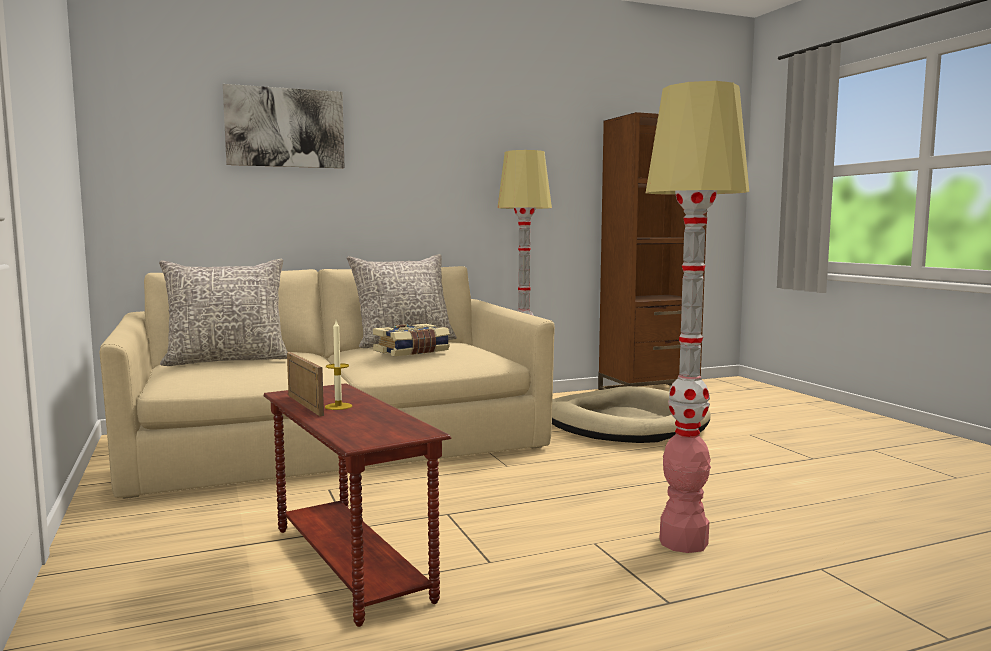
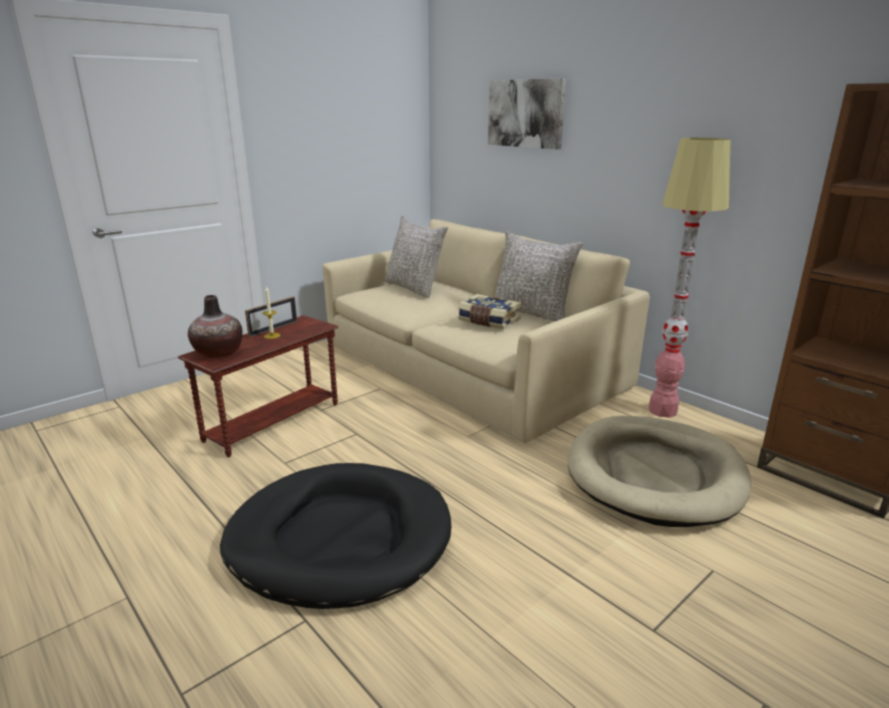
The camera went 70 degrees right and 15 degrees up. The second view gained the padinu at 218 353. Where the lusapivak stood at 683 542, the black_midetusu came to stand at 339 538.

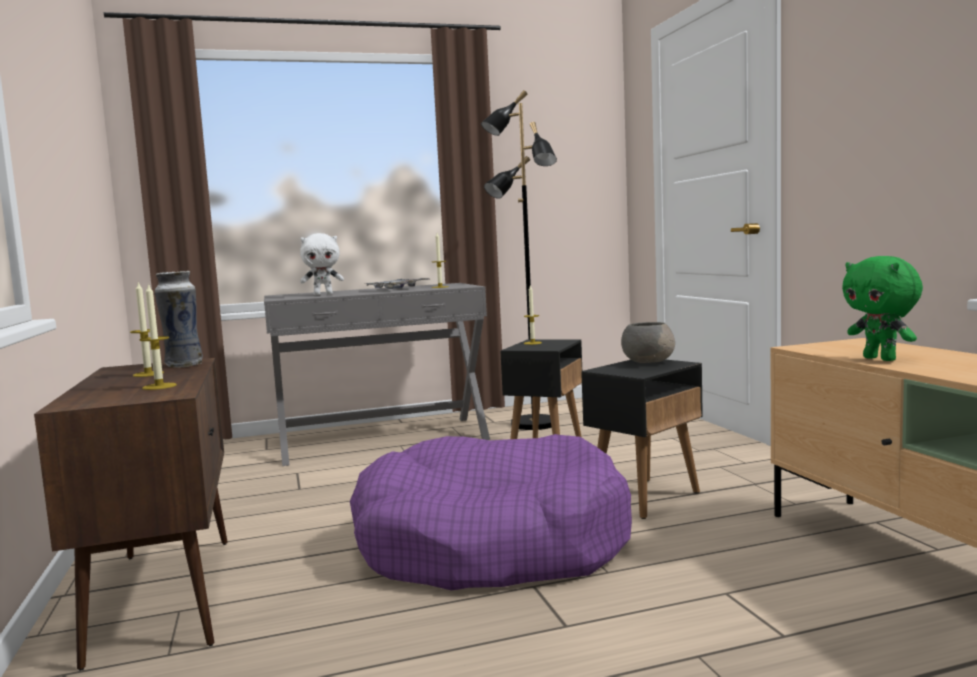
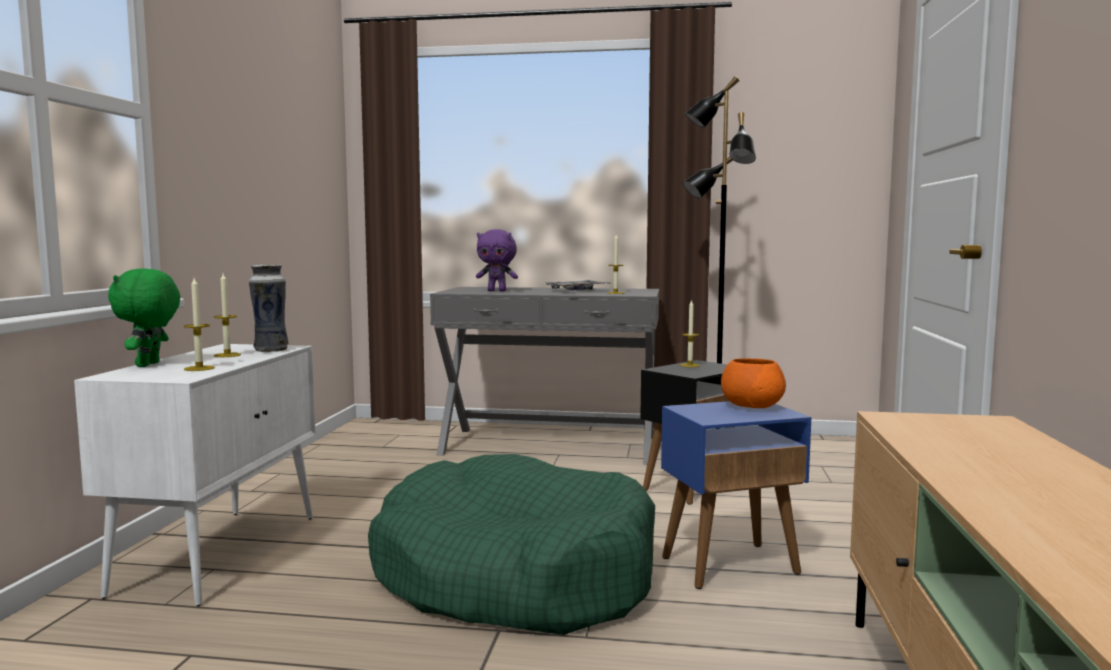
The camera went 25 degrees right and 0 degrees up. What was the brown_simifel at 165 595 turned into the white_simifel at 220 552. The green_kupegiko ended up elsewhere, having gone from 881 359 to 149 365. What was the purple_midetusu at 491 544 turned into the green_midetusu at 514 576. What was the white_kupegiko at 323 294 turned into the purple_kupegiko at 497 291. What was the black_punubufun at 645 497 turned into the blue_punubufun at 731 565. What was the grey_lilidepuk at 647 362 turned into the orange_lilidepuk at 752 406.

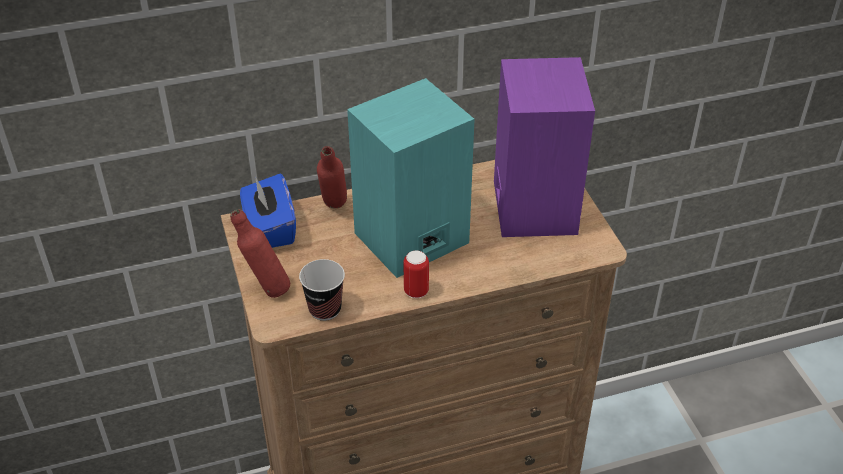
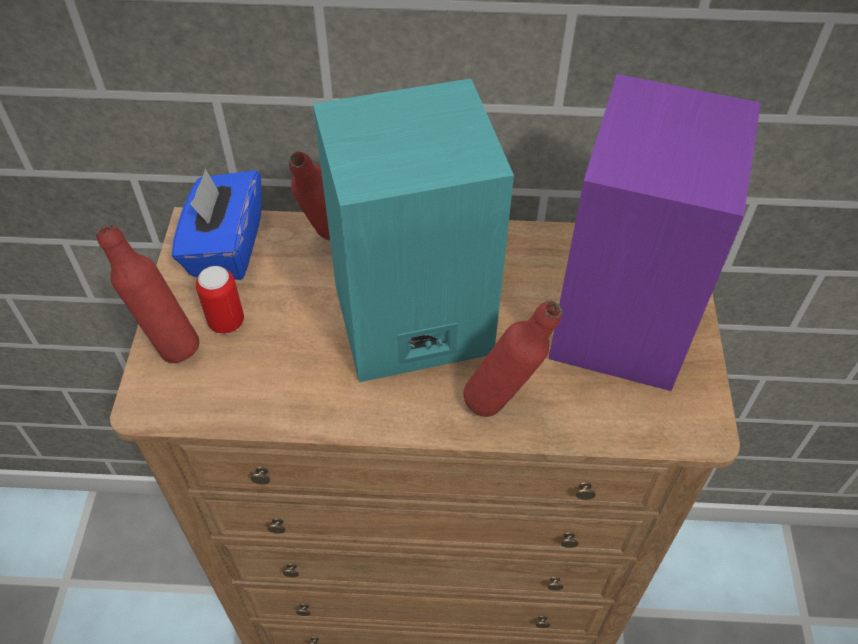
The camera went 20 degrees right and 10 degrees up. The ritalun ended up elsewhere, having gone from 416 291 to 226 322. The second view gained the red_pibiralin at 503 403. The second view lost the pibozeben at 325 309.

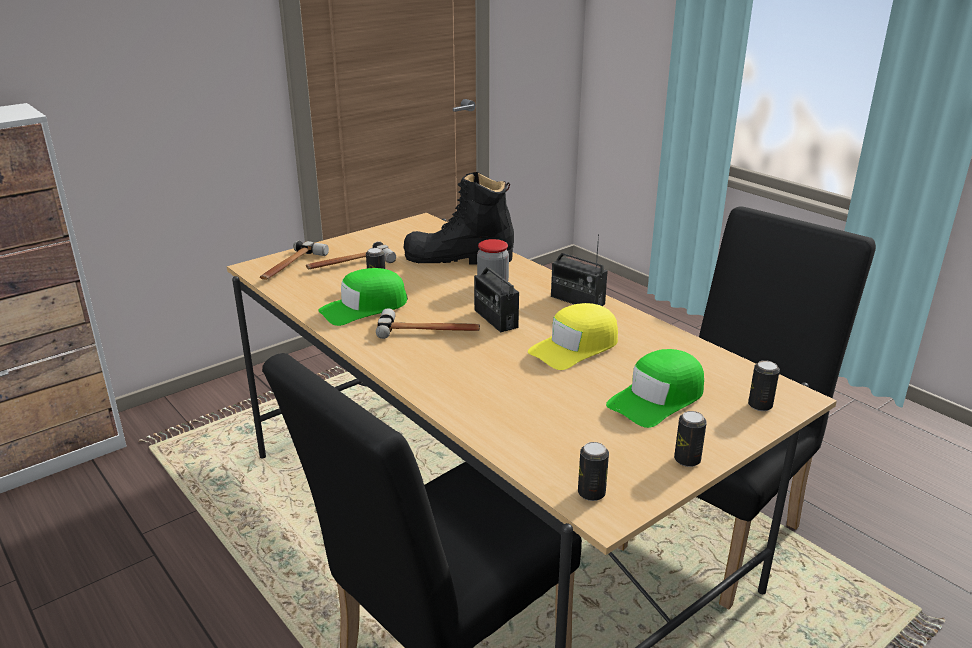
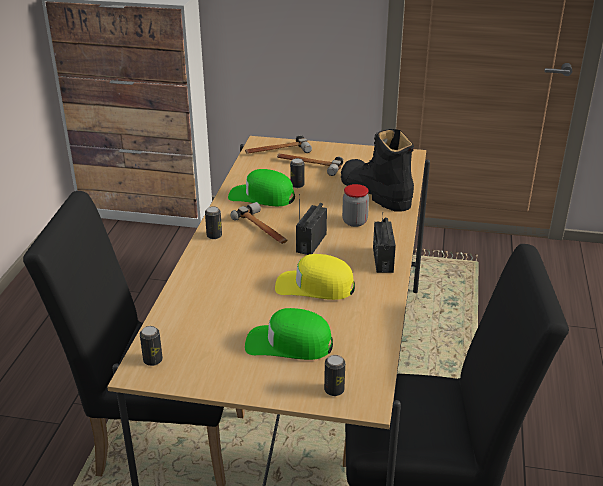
The camera went 50 degrees right and 5 degrees up. The ritalun ended up elsewhere, having gone from 687 460 to 214 236.

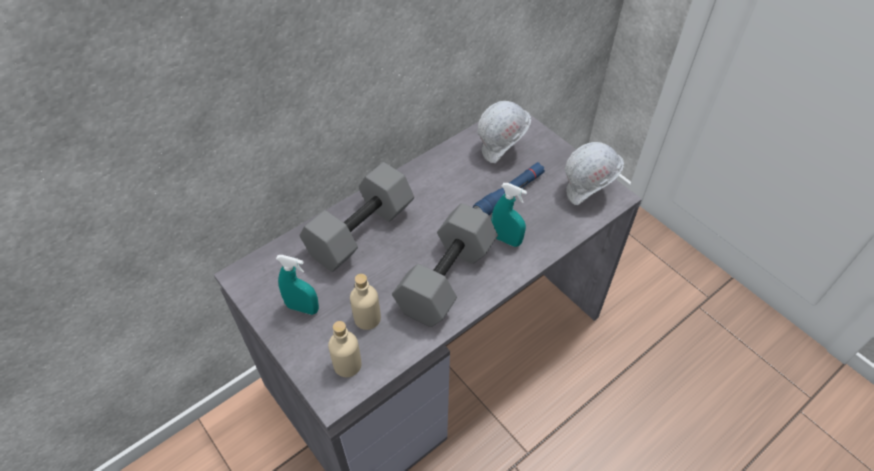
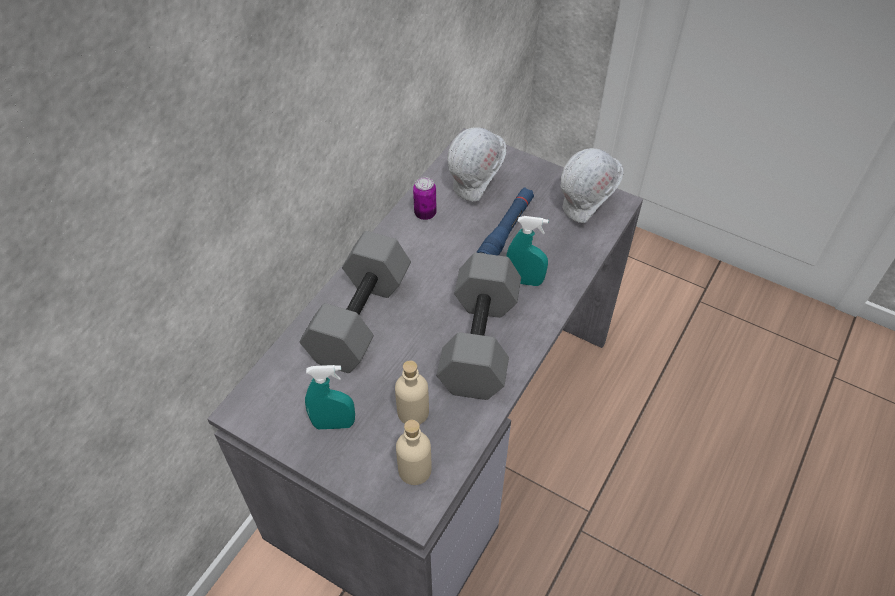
The camera went 20 degrees left and 0 degrees up. The second view gained the ritalun at 425 213.

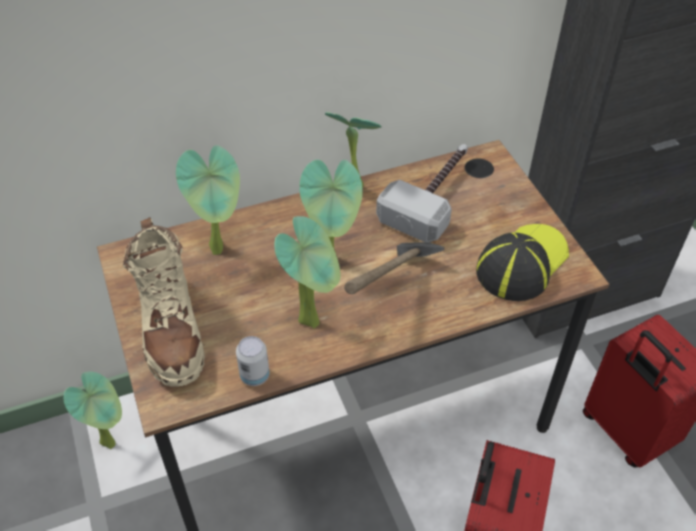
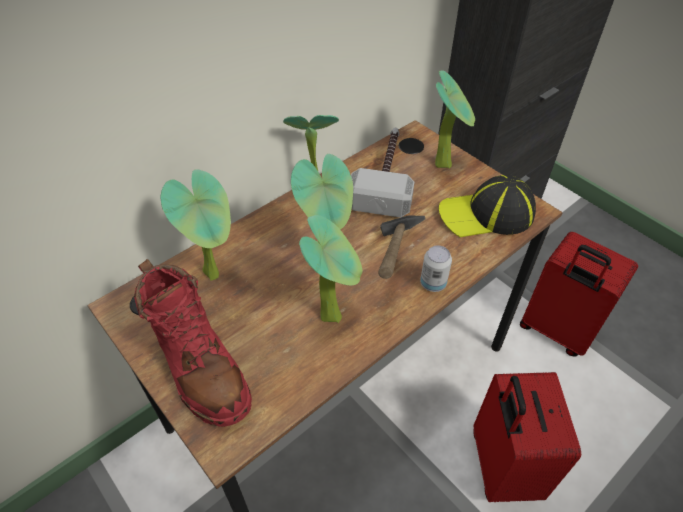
The camera went 20 degrees left and 0 degrees up. What was the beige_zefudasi at 171 329 turned into the red_zefudasi at 199 366. The ritalun ended up elsewhere, having gone from 255 376 to 433 283. The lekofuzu ended up elsewhere, having gone from 111 441 to 445 163. The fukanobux at 521 263 ended up facing another way, 120 degrees counterclockwise from before.

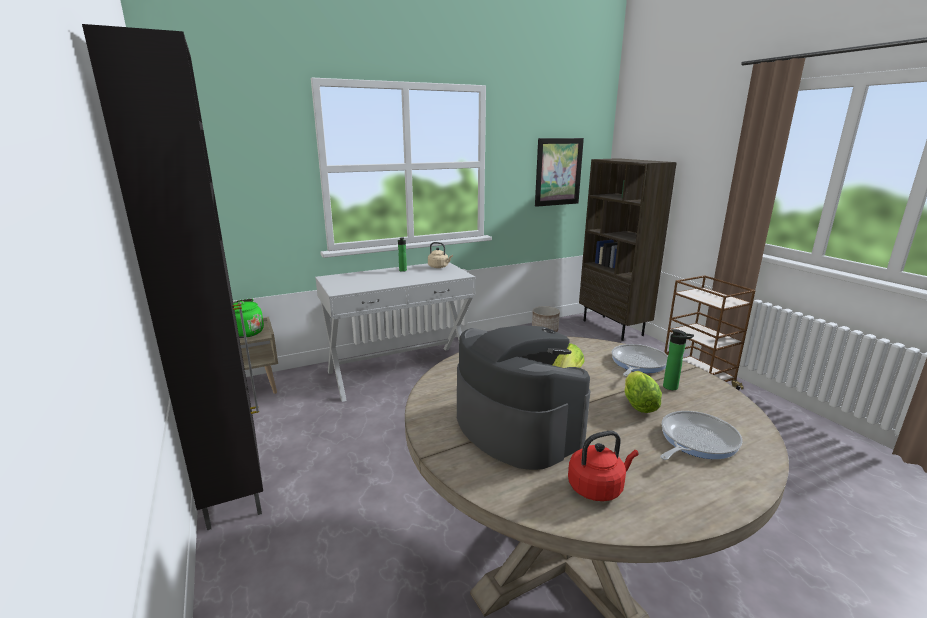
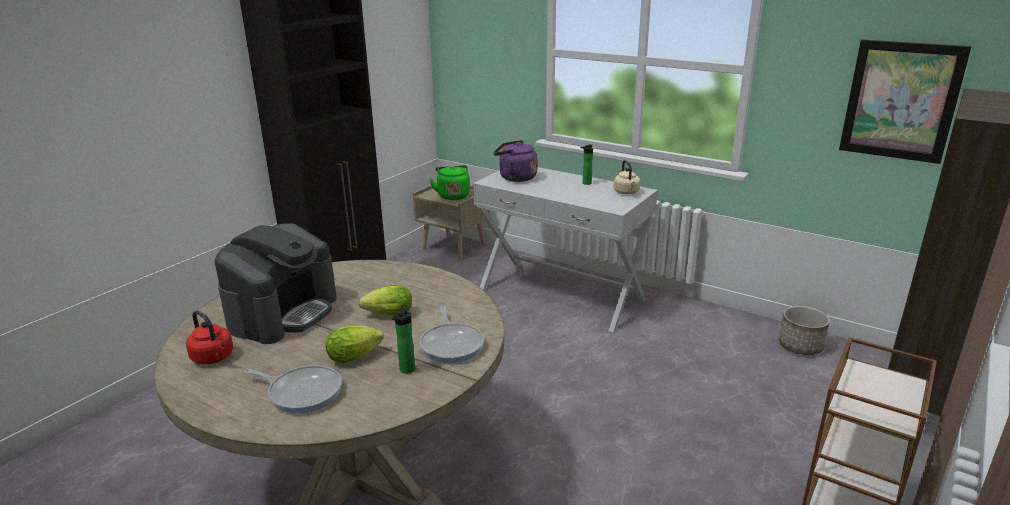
The camera went 60 degrees right and 5 degrees up. The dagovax at 637 363 ended up facing another way, 75 degrees clockwise from before. The second view gained the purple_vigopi at 515 178.

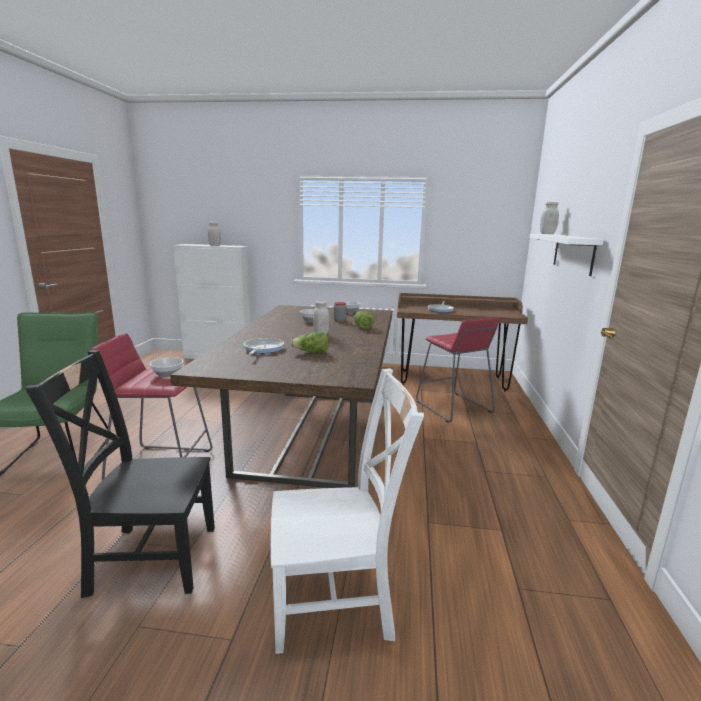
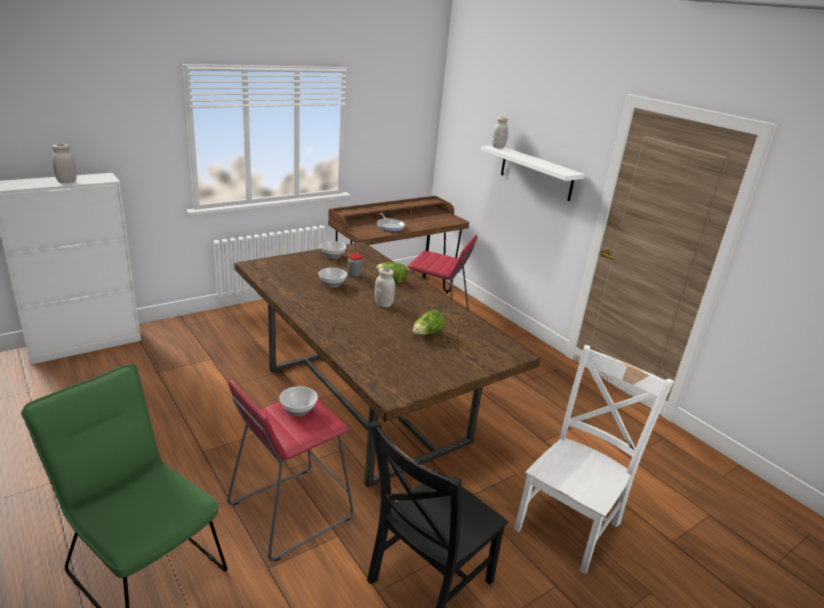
The camera went 45 degrees left and 10 degrees up. The second view lost the dagovax at 262 349.

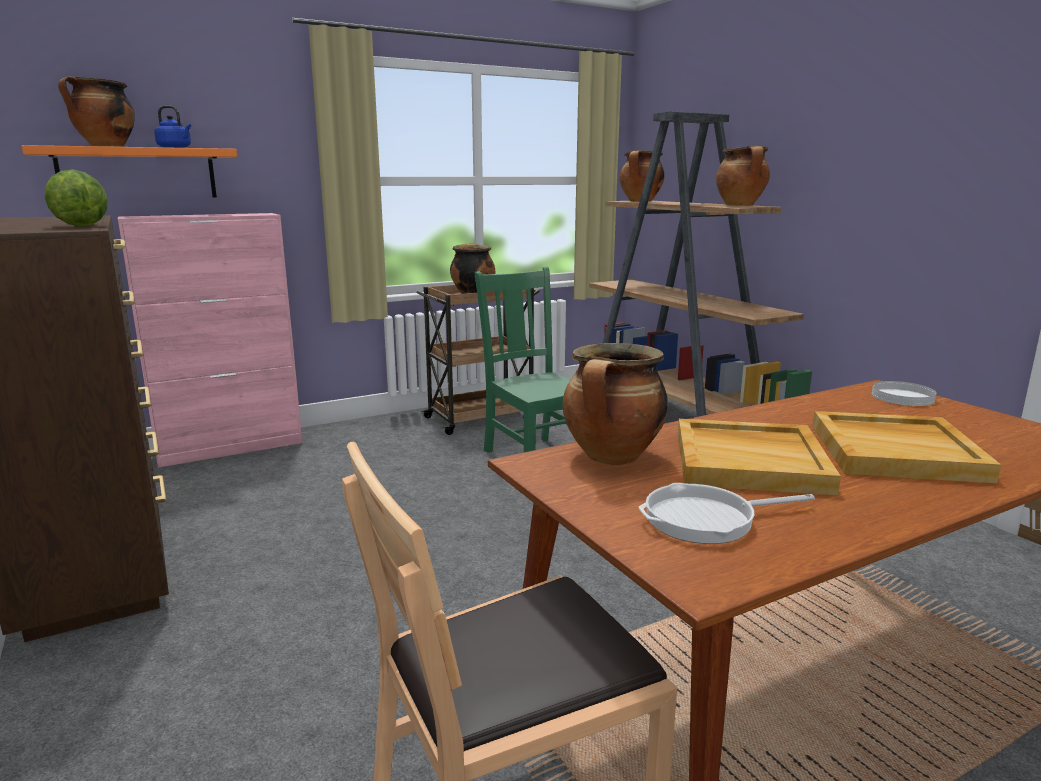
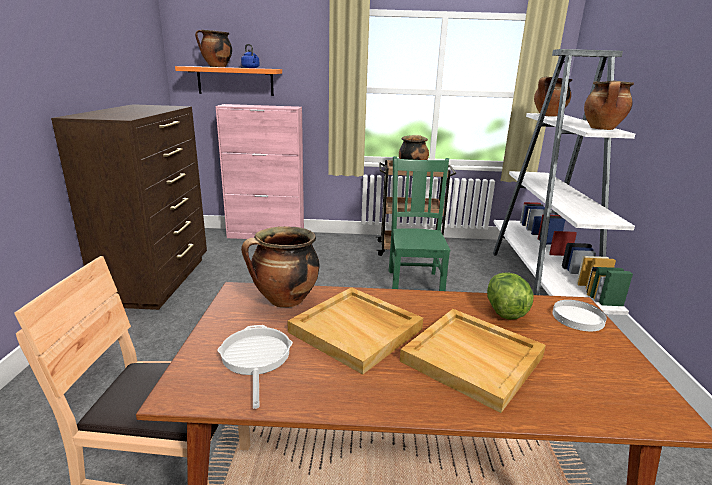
The camera went 30 degrees right and 5 degrees up. The dagovax at 707 519 ended up facing another way, 60 degrees clockwise from before. The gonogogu ended up elsewhere, having gone from 81 226 to 504 311. What was the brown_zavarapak at 674 420 turned into the white_zavarapak at 541 283.

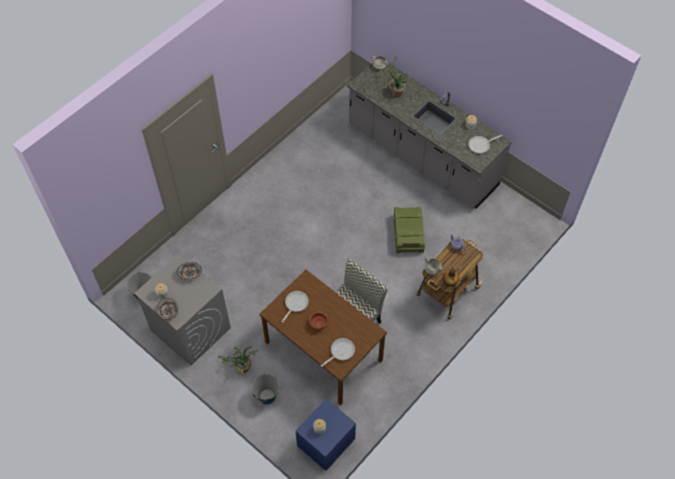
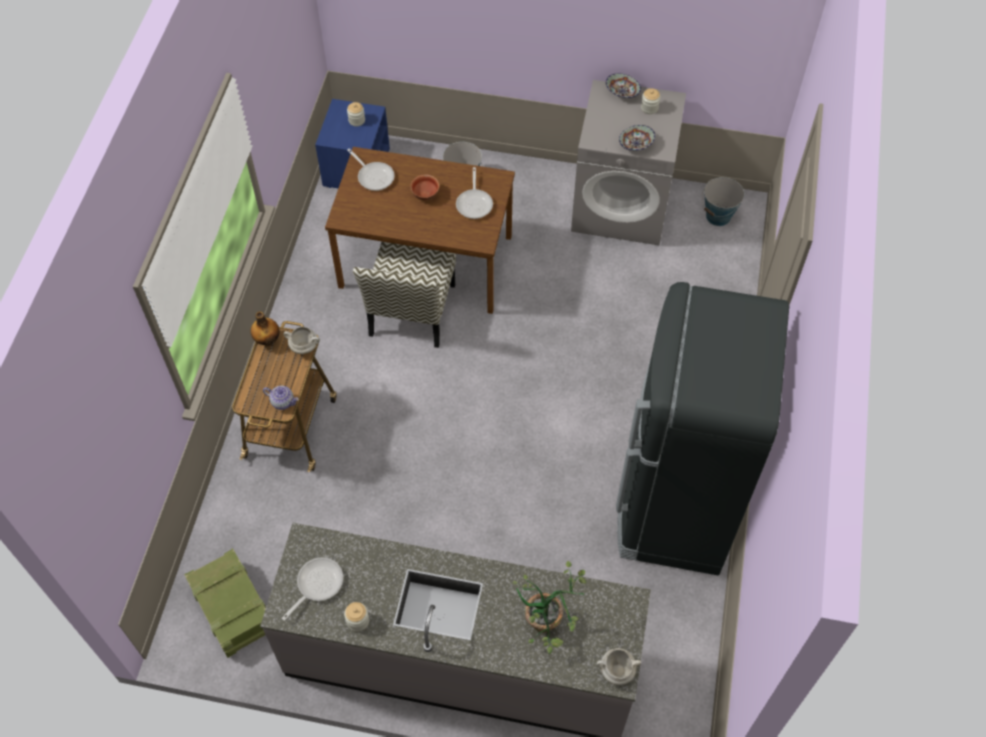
The camera went 150 degrees right and 0 degrees up. The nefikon ended up elsewhere, having gone from 408 235 to 233 608. The dagovax at 340 351 ended up facing another way, 60 degrees counterclockwise from before. The second view gained the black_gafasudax at 674 507. The second view lost the lekofuzu at 240 369.

